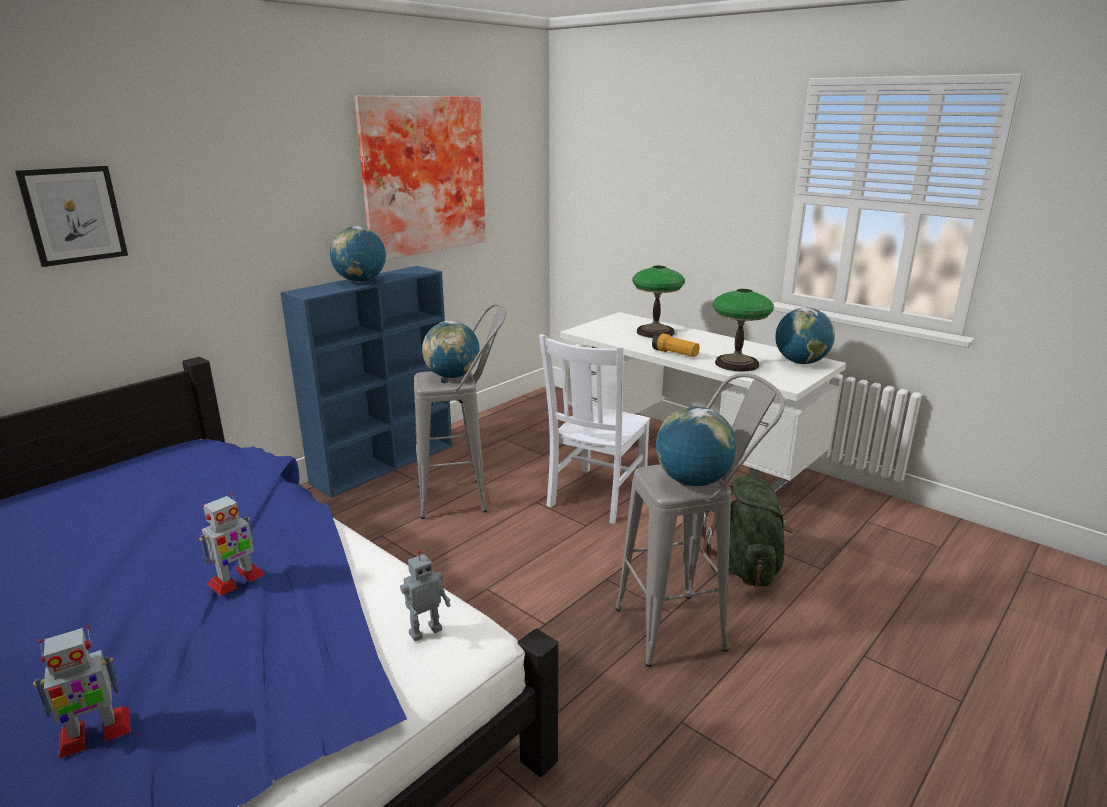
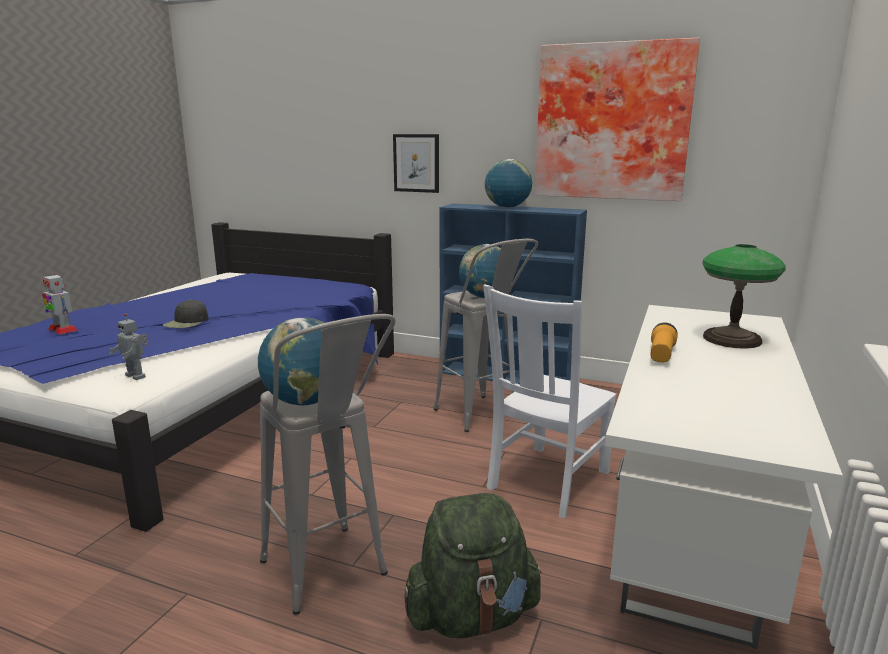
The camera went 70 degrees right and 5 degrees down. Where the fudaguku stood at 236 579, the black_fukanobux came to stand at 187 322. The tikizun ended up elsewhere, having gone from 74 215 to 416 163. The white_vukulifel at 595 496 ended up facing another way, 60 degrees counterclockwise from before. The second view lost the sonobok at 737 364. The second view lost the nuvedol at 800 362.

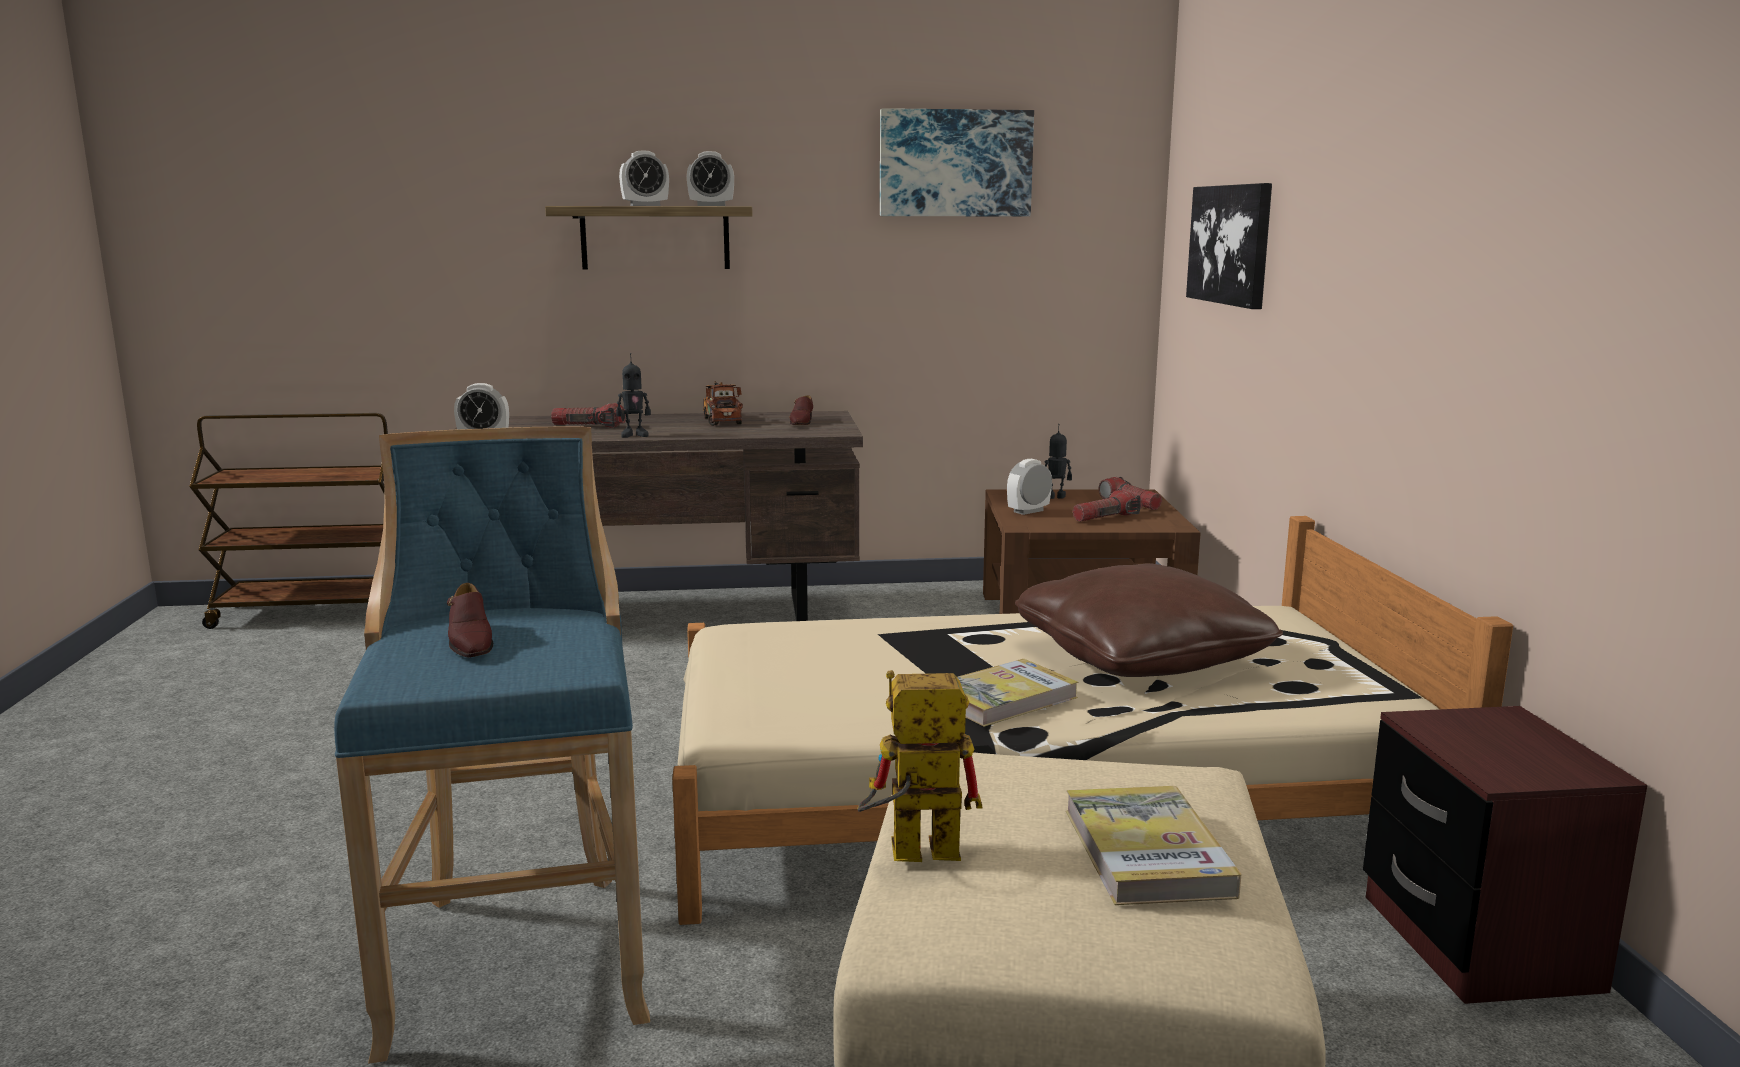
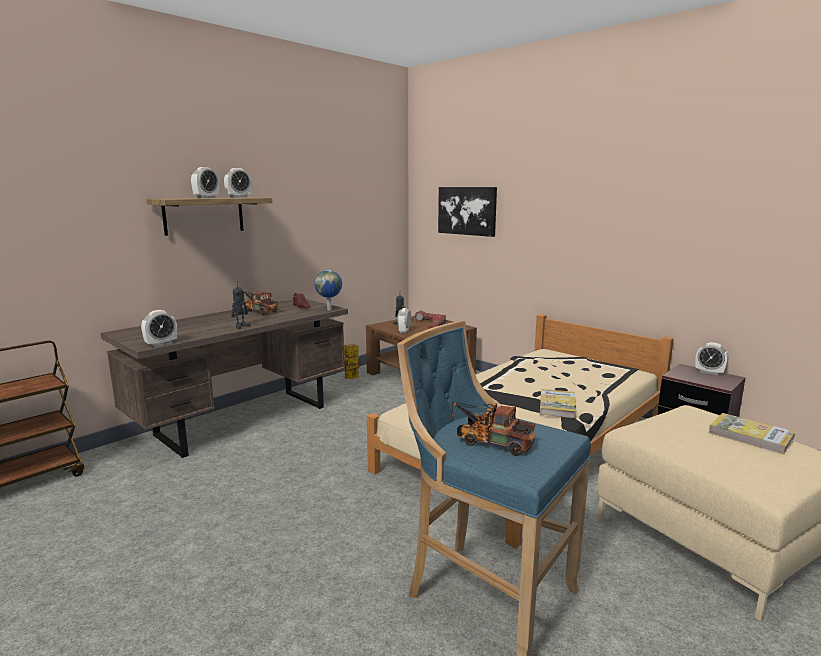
The camera went 40 degrees left and 0 degrees up. The second view gained the nuvedol at 329 309. The fudaguku ended up elsewhere, having gone from 909 855 to 349 378. Where the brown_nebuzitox stood at 470 642, the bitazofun came to stand at 490 442. The second view gained the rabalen at 709 372. The second view lost the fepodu at 589 426. The second view lost the tikizun at 955 163. The second view lost the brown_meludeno at 1141 657.

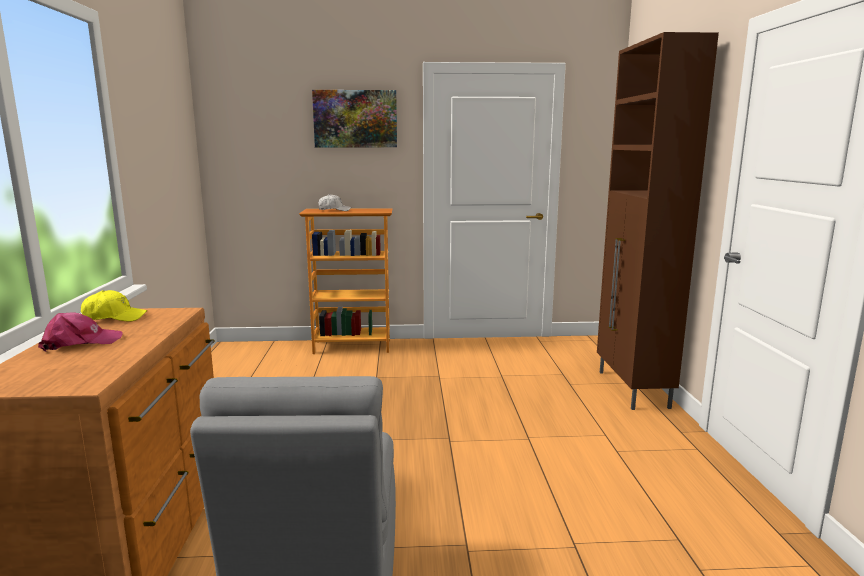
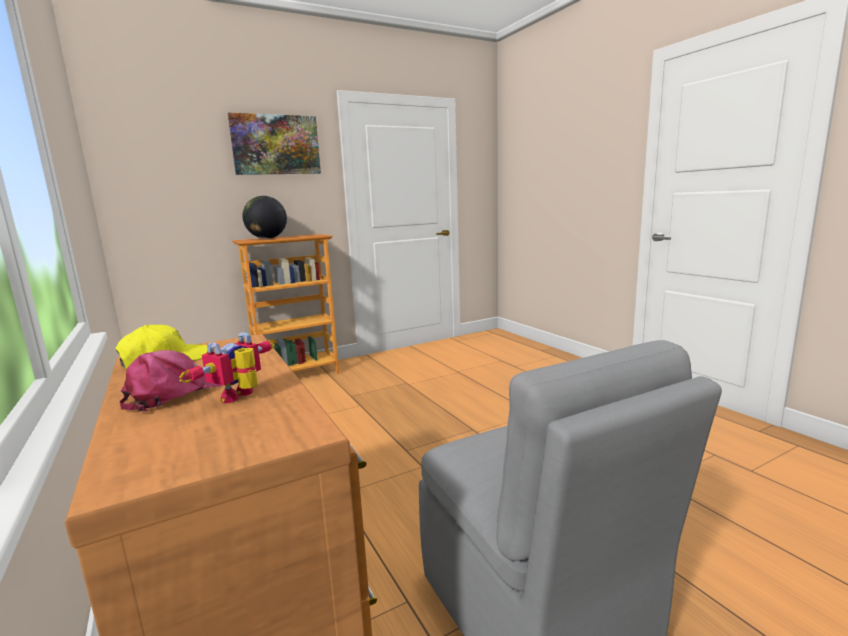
The camera went 25 degrees left and 0 degrees up. The second view gained the fudaguku at 242 397. Where the white_fukanobux stood at 334 210, the nuvedol came to stand at 267 238. The second view lost the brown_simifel at 632 390.

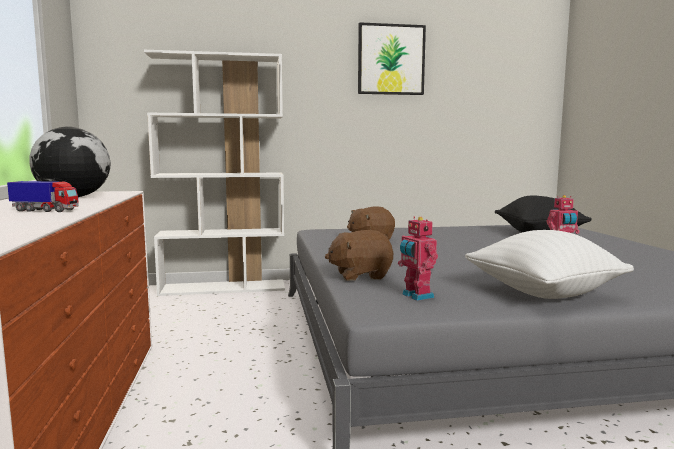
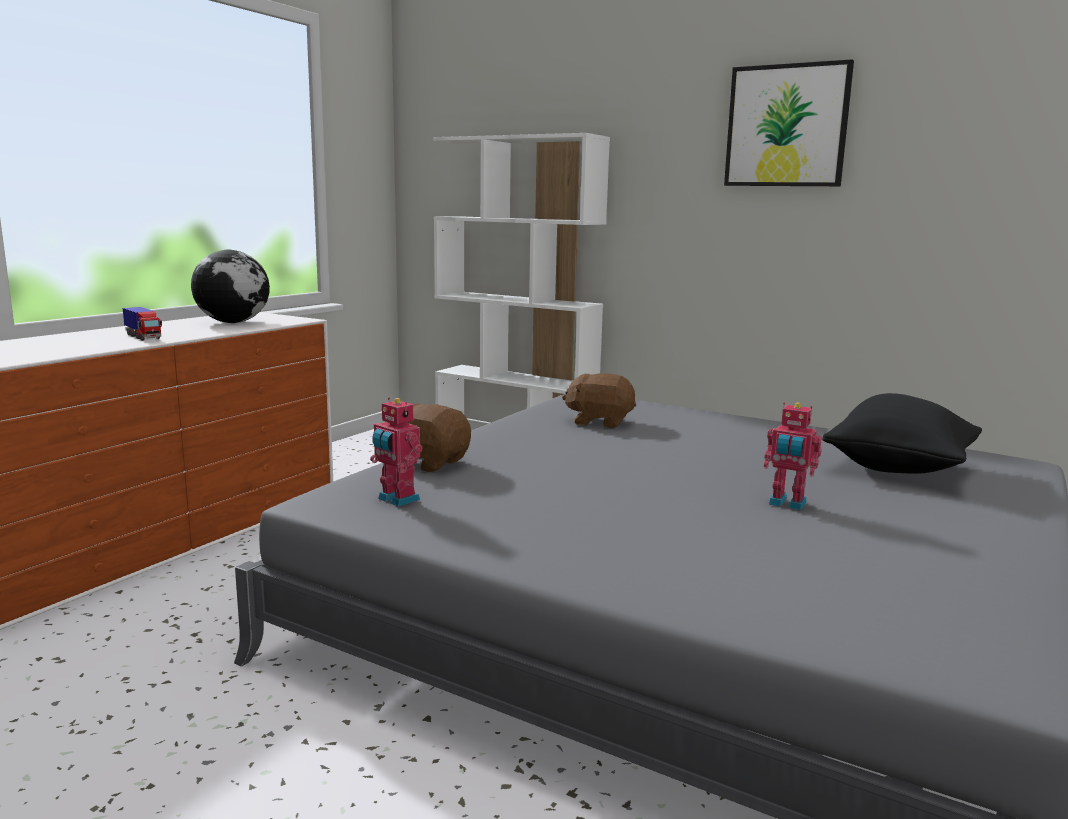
The camera went 40 degrees right and 5 degrees up. The fudaguku at 416 296 ended up facing another way, 60 degrees counterclockwise from before. The second view lost the white_meludeno at 543 293.

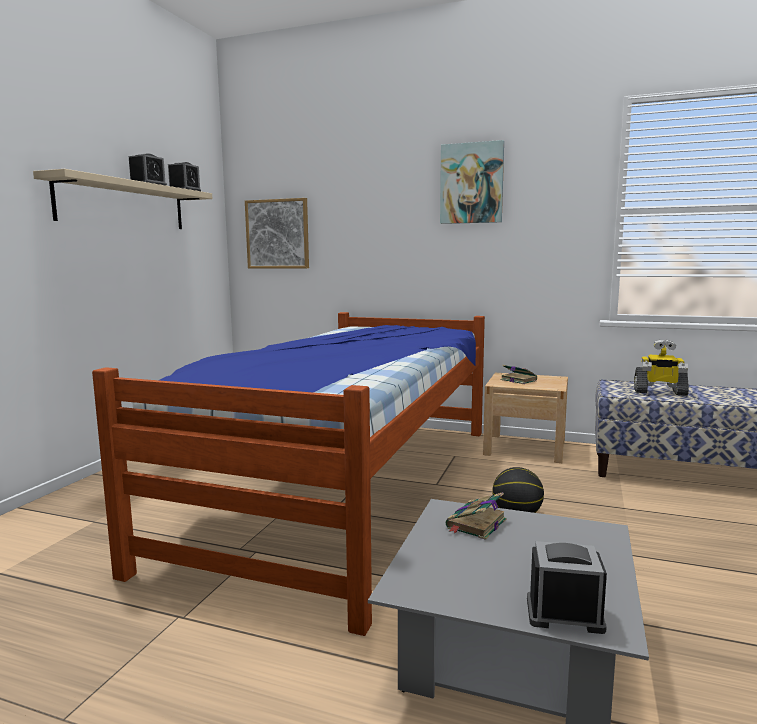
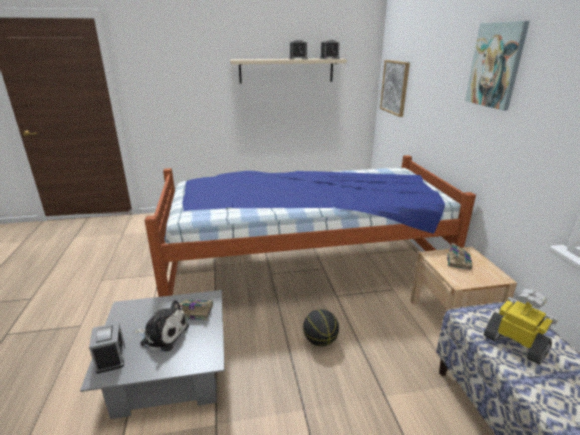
The camera went 60 degrees right and 15 degrees up. The second view gained the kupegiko at 162 334. The fudaguku at 659 392 ended up facing another way, 150 degrees clockwise from before.

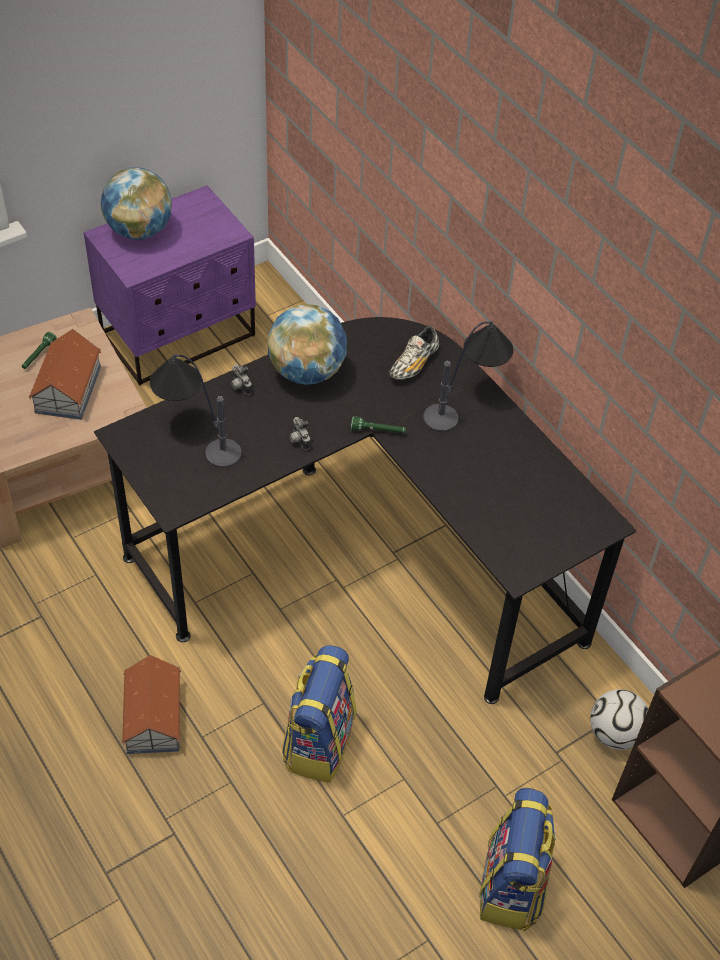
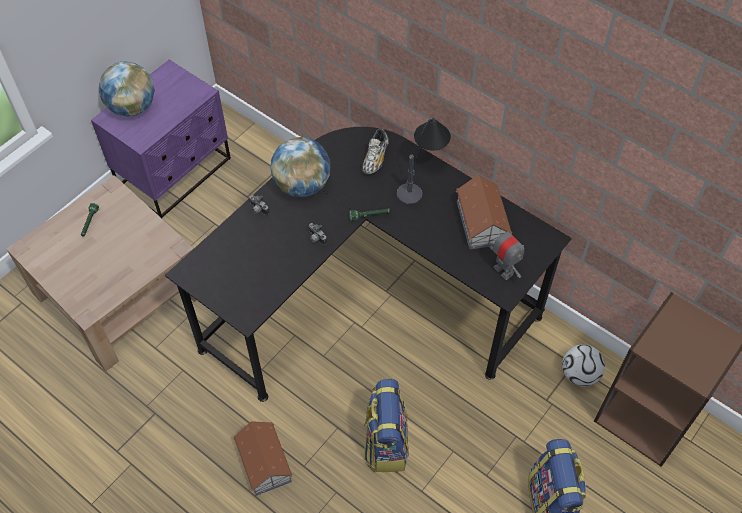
The camera went 15 degrees left and 5 degrees up. The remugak ended up elsewhere, having gone from 67 390 to 481 223. The second view gained the fudaguku at 503 270. The second view lost the sonobok at 195 435.

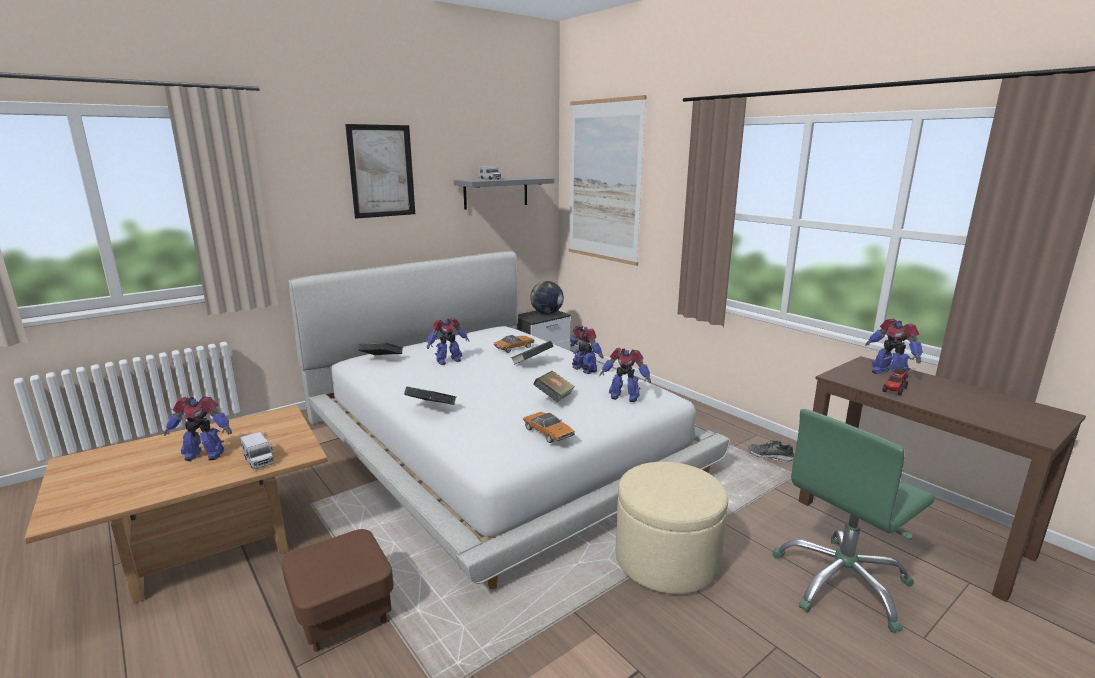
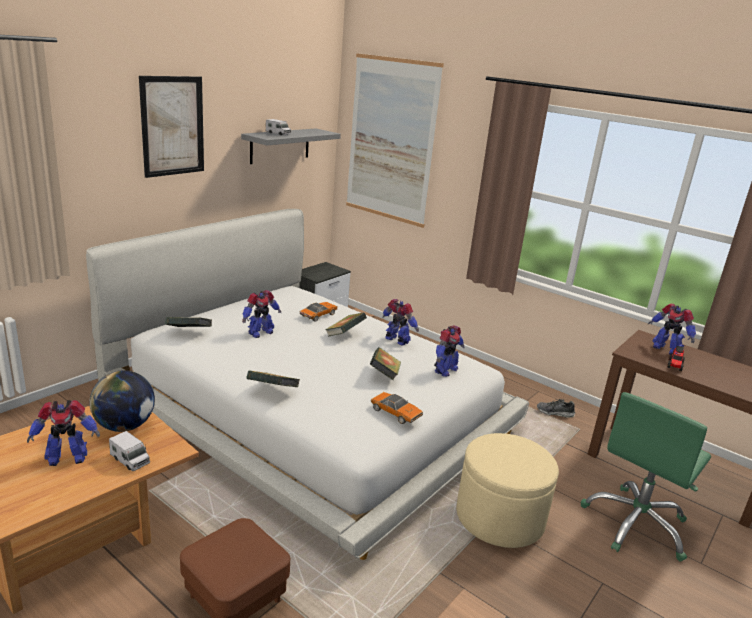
The camera went 15 degrees left and 5 degrees up. The nuvedol ended up elsewhere, having gone from 547 313 to 125 426. The fudaguku at 624 397 ended up facing another way, 60 degrees counterclockwise from before.

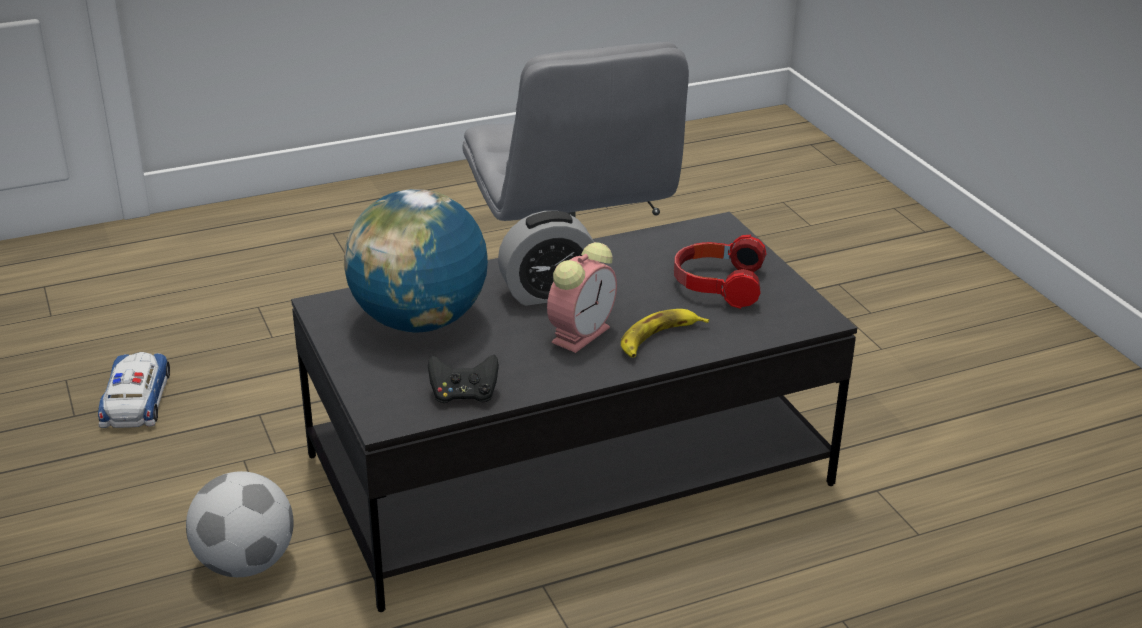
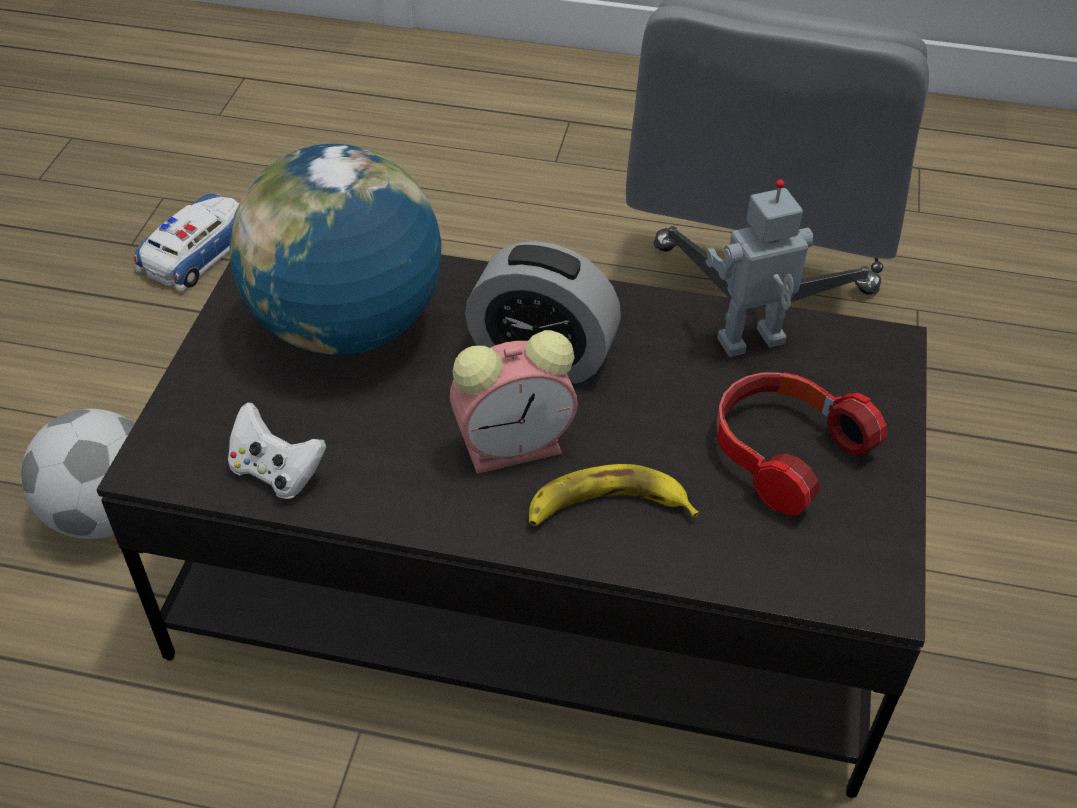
The camera went 35 degrees right and 15 degrees up. What was the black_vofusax at 464 395 turned into the white_vofusax at 276 472. The second view gained the fudaguku at 752 344.

